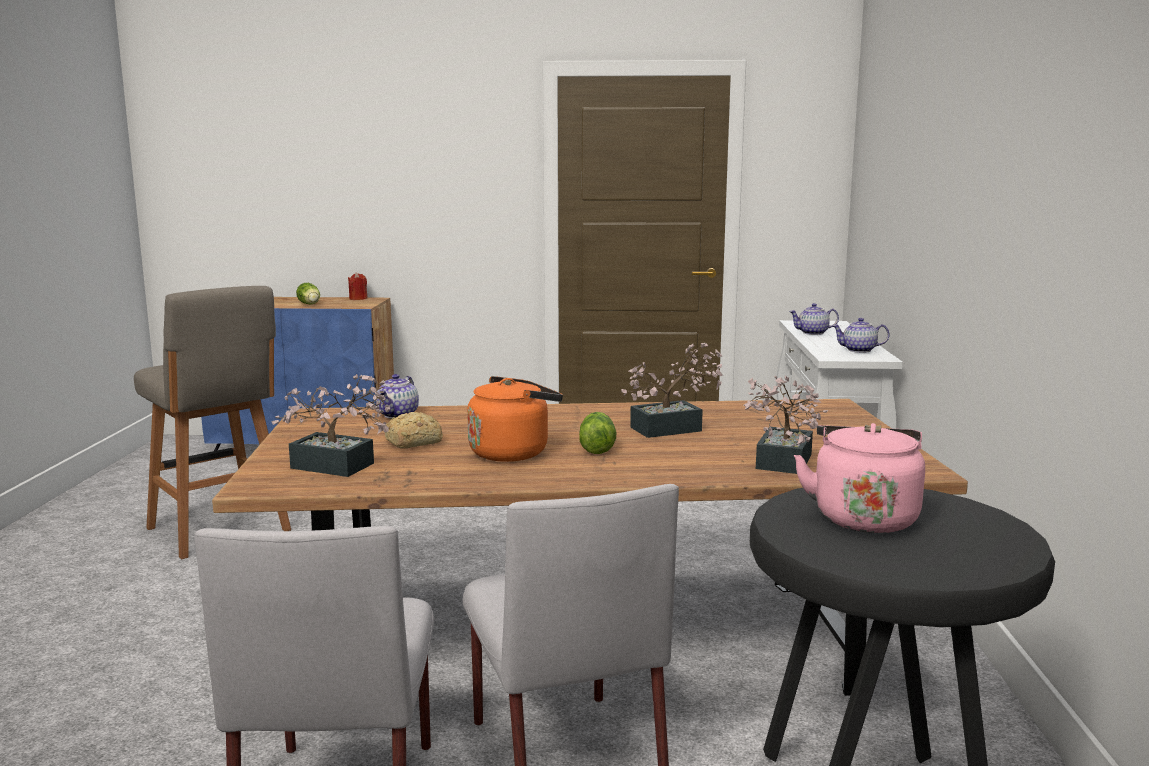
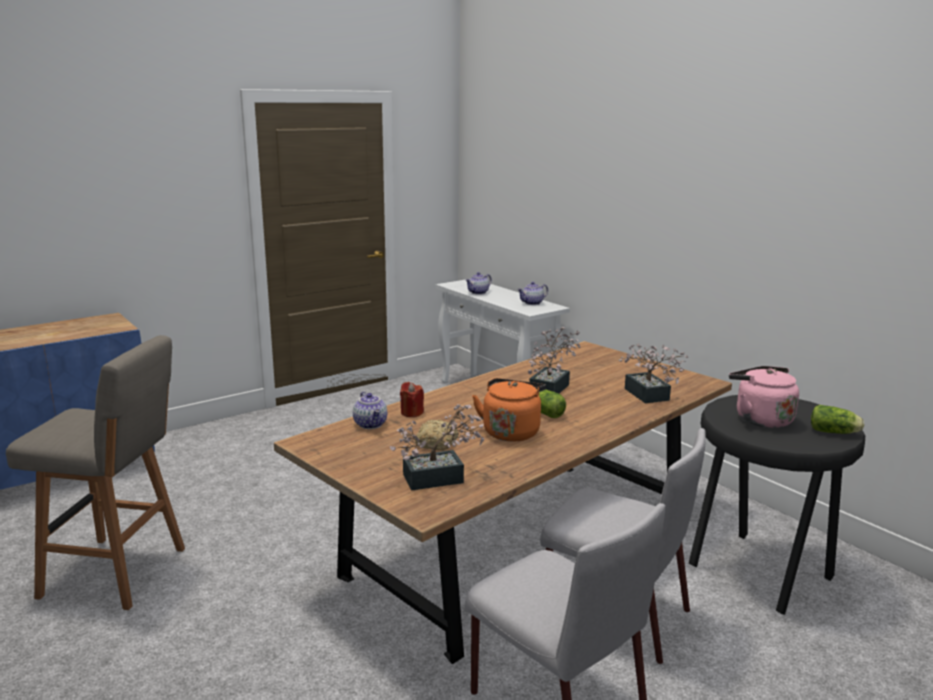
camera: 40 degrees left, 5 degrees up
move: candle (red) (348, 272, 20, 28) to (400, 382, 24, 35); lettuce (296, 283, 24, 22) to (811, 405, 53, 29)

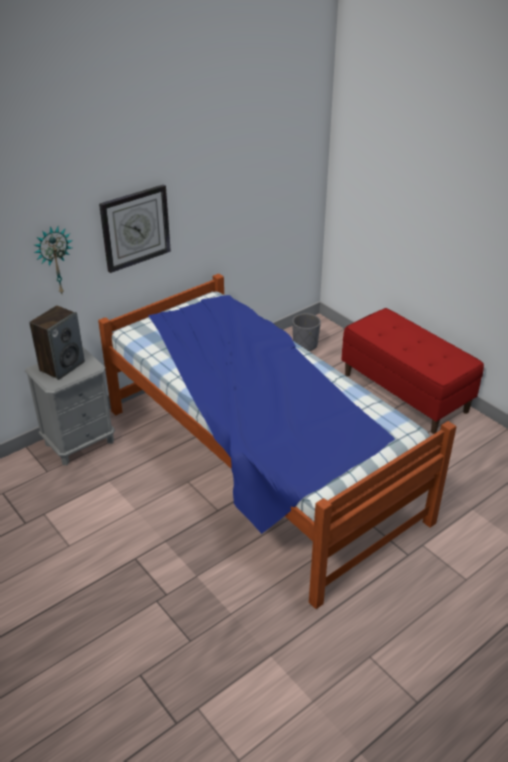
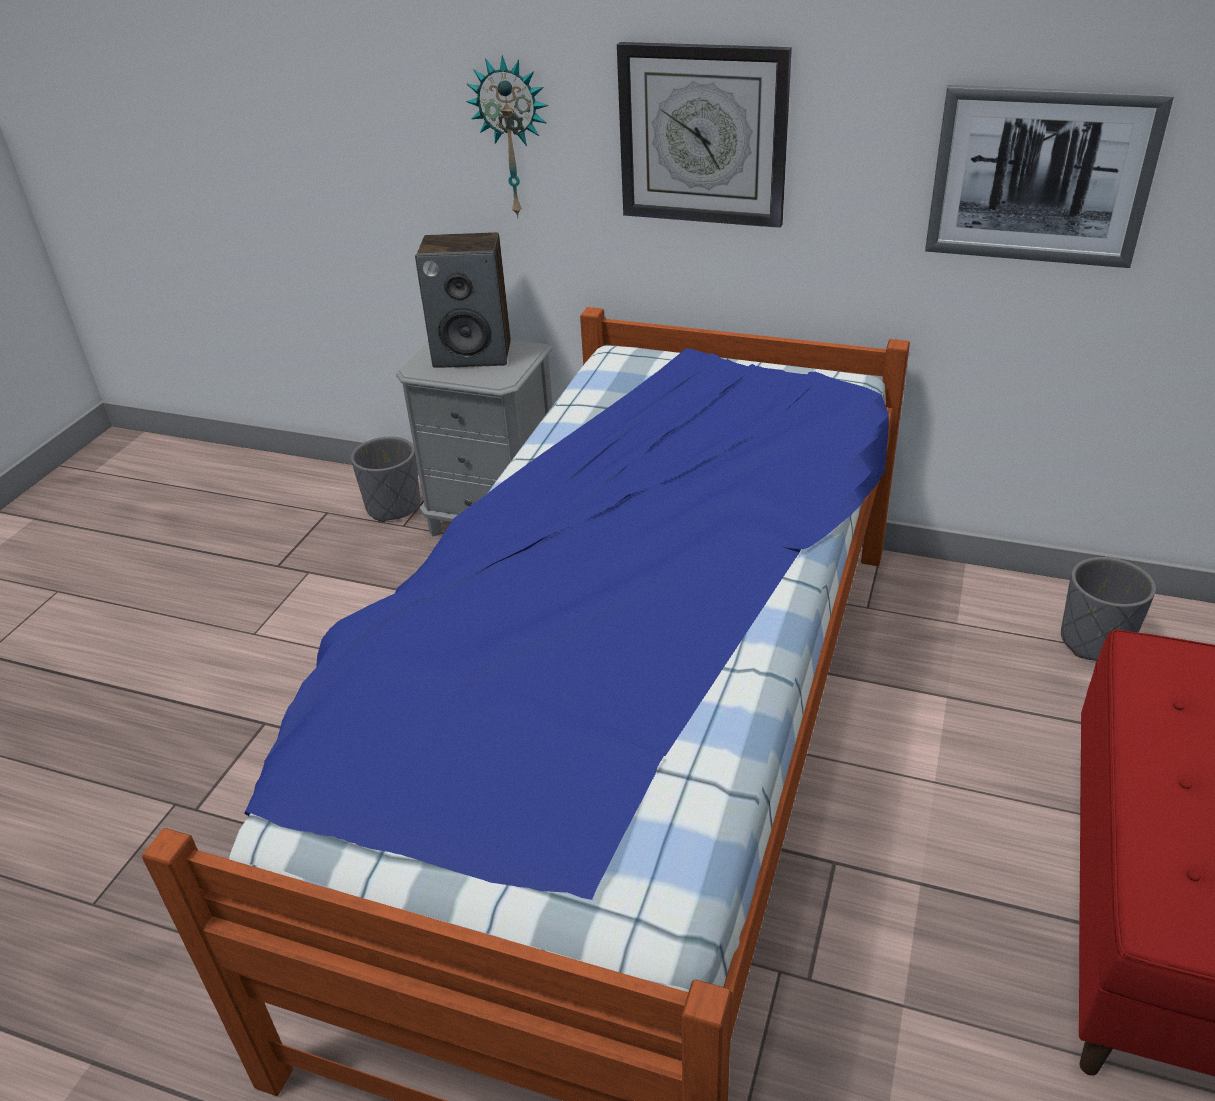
camera: 60 degrees right, 0 degrees up
insert: picture (925, 85, 249, 183); planter (grey) (351, 437, 69, 85)

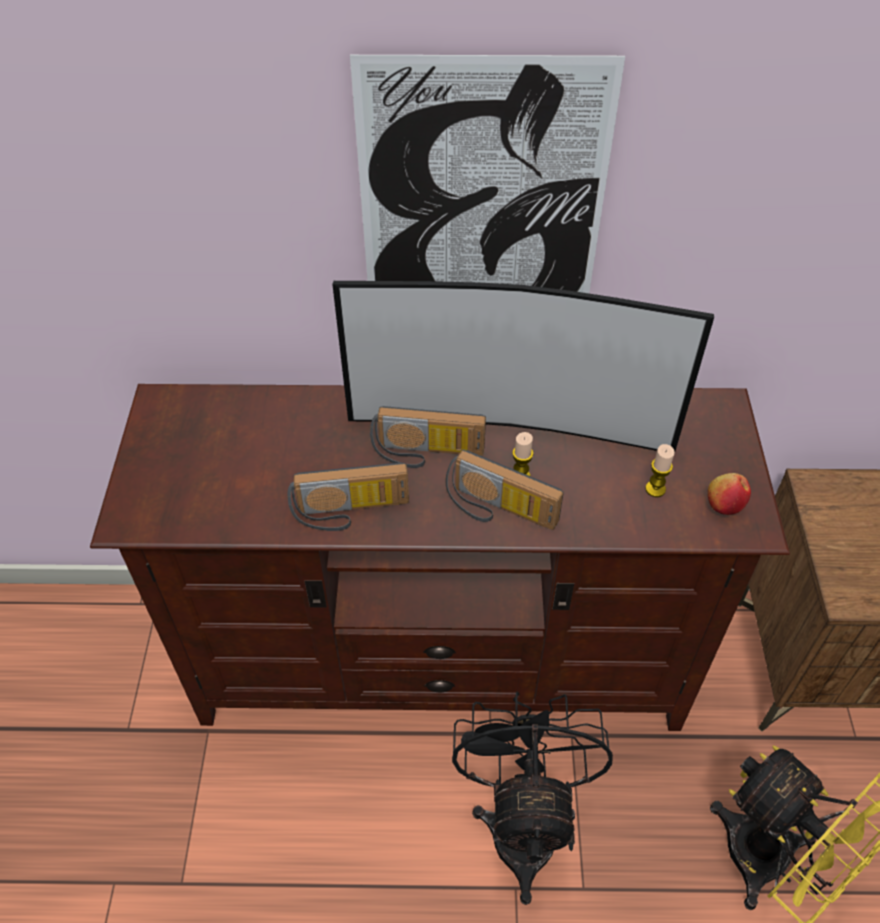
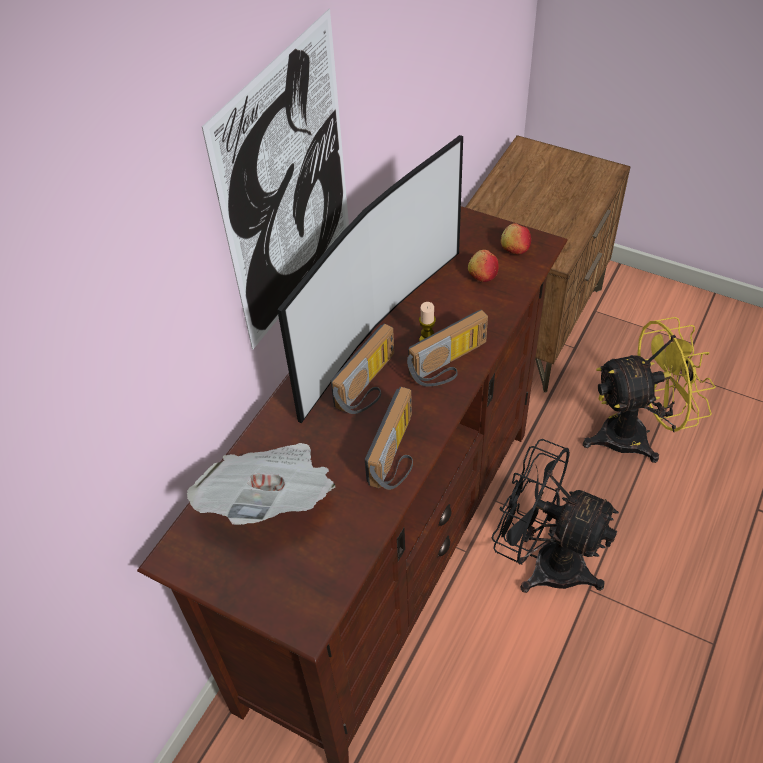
camera: 60 degrees left, 0 degrees up
insert: newspaper (187, 443, 148, 82)
replace: candle (645, 444, 30, 53) to apple (468, 250, 31, 32)

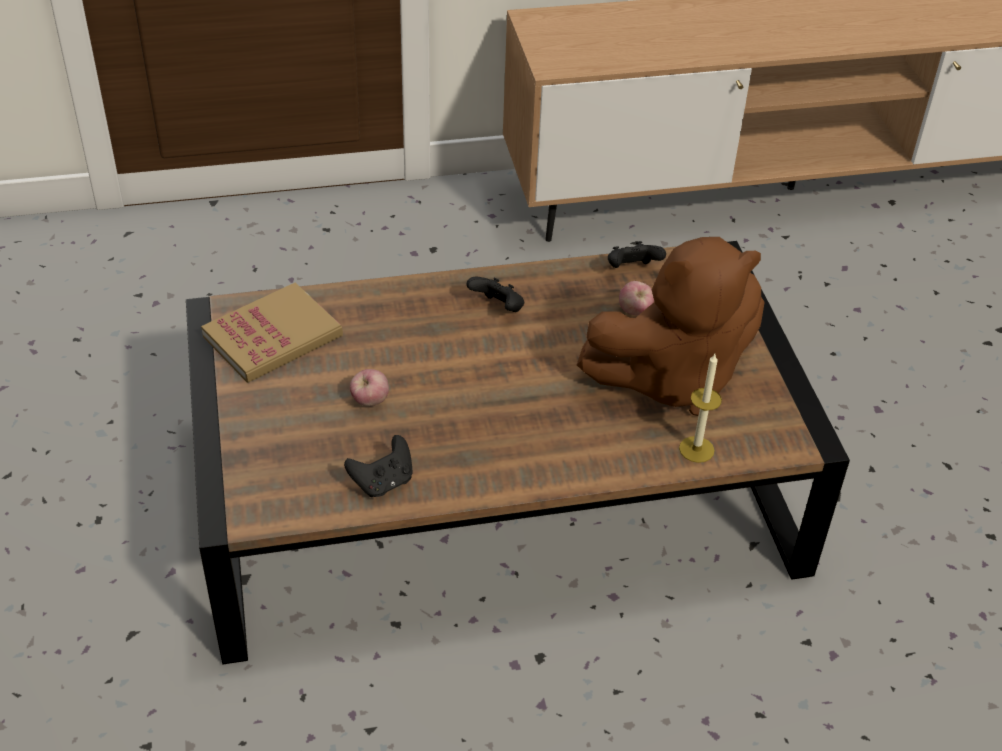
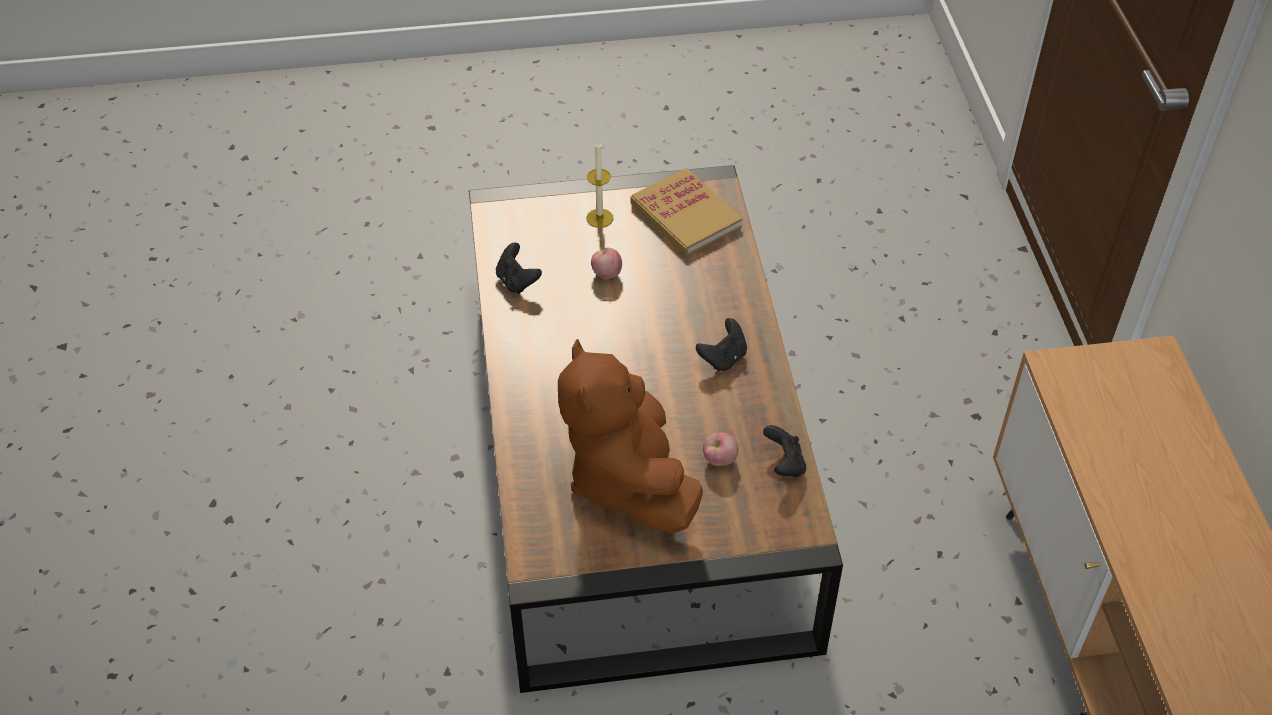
camera: 95 degrees right, 5 degrees up
move: candle (679, 354, 43, 109) to (586, 141, 28, 87)

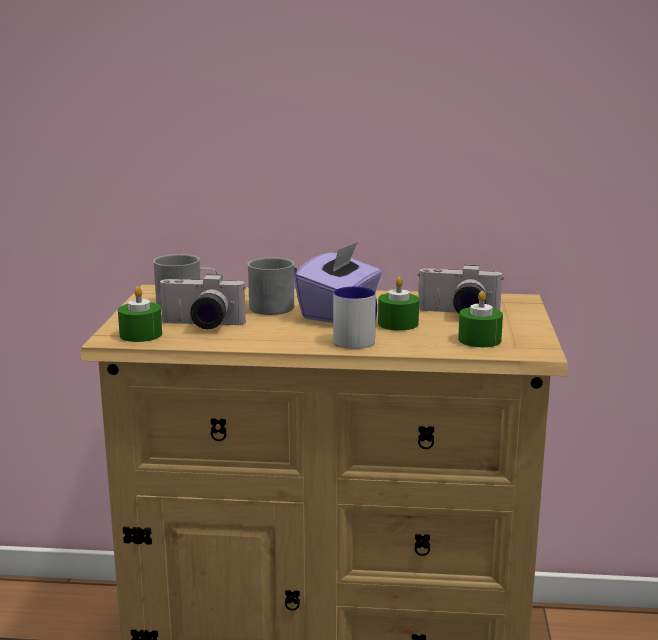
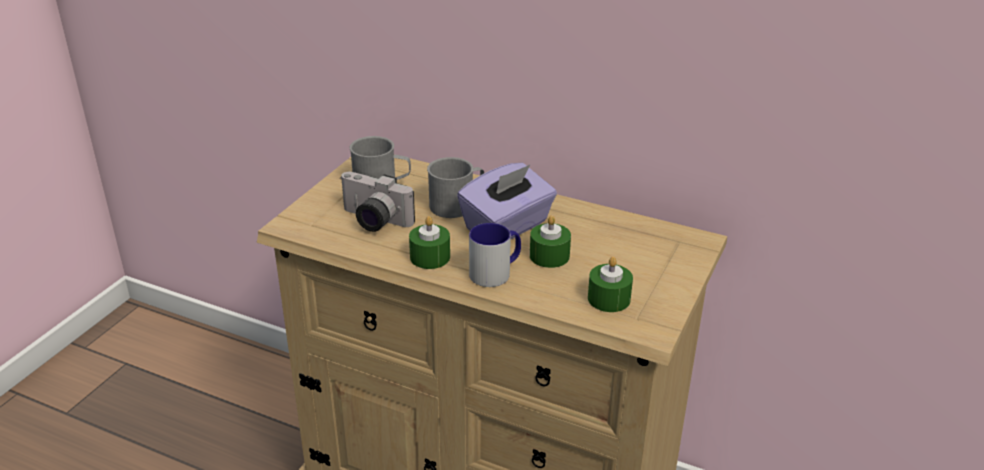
camera: 20 degrees right, 15 degrees up
delete: photo camera (418, 265, 86, 48)
move: candle (green) (118, 286, 44, 56) to (409, 216, 41, 53)

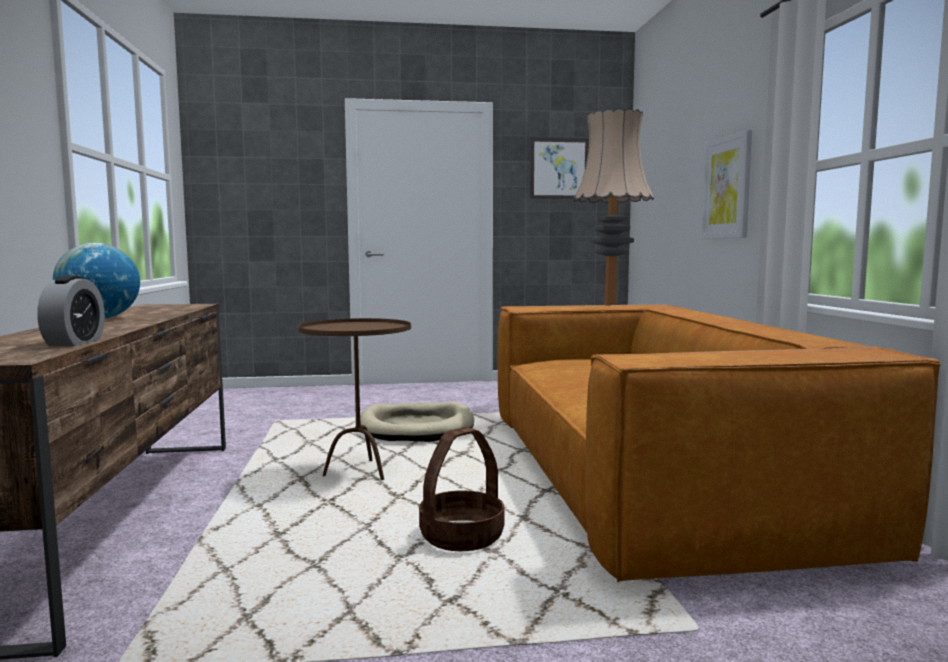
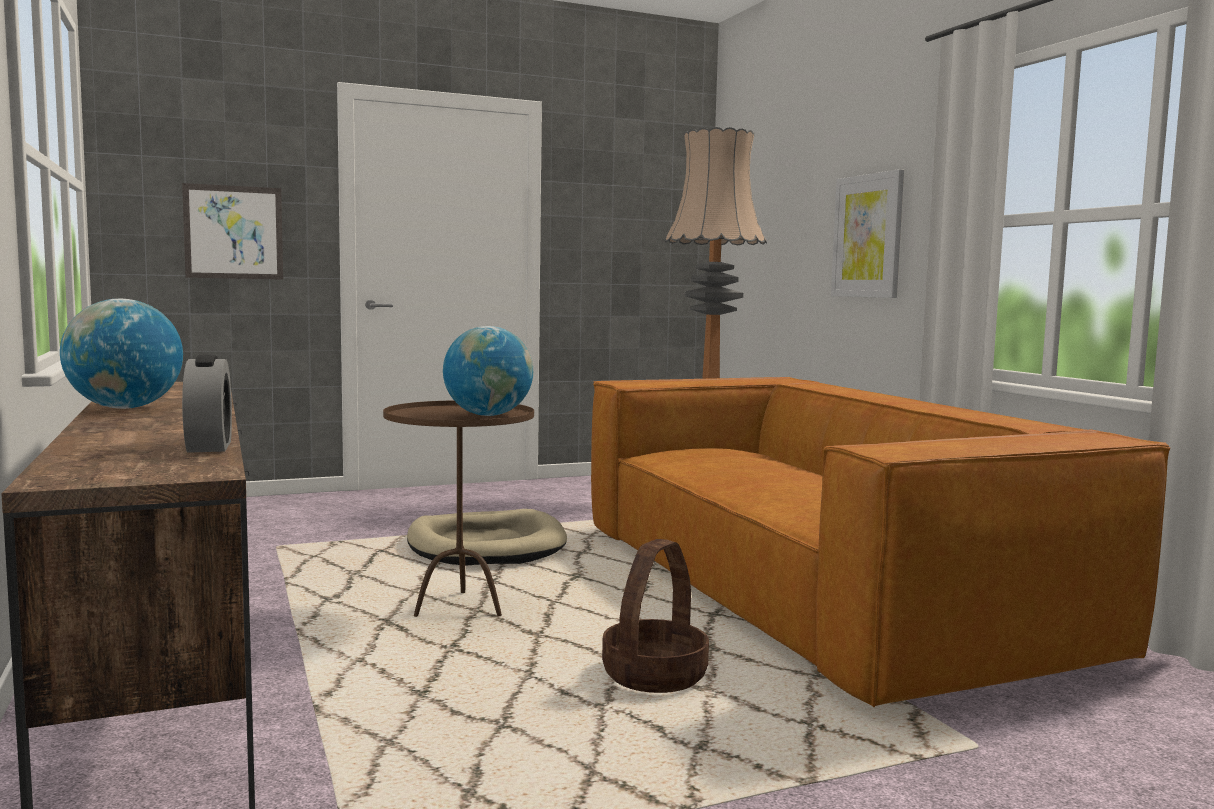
camera: 15 degrees left, 0 degrees up
insert: globe (443, 326, 90, 90)
move: picture (530, 137, 59, 62) to (182, 183, 101, 97)

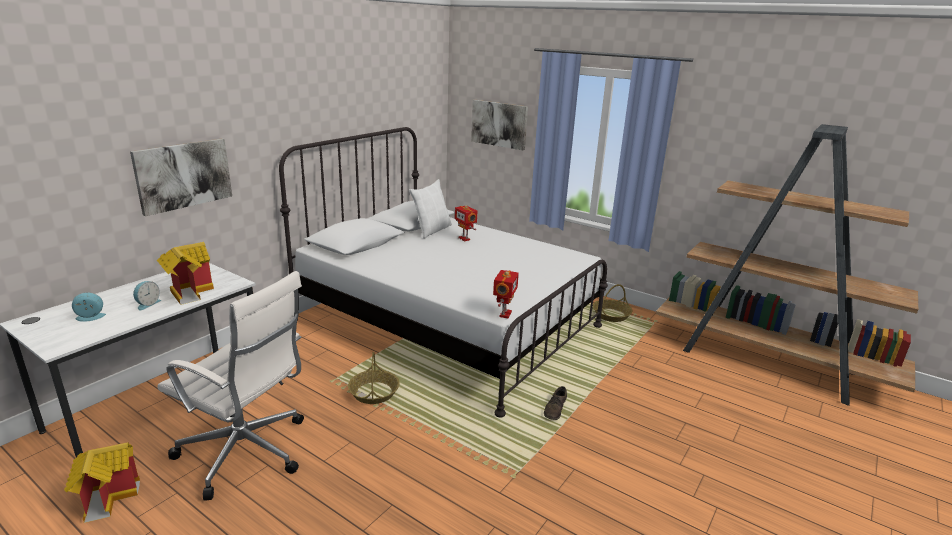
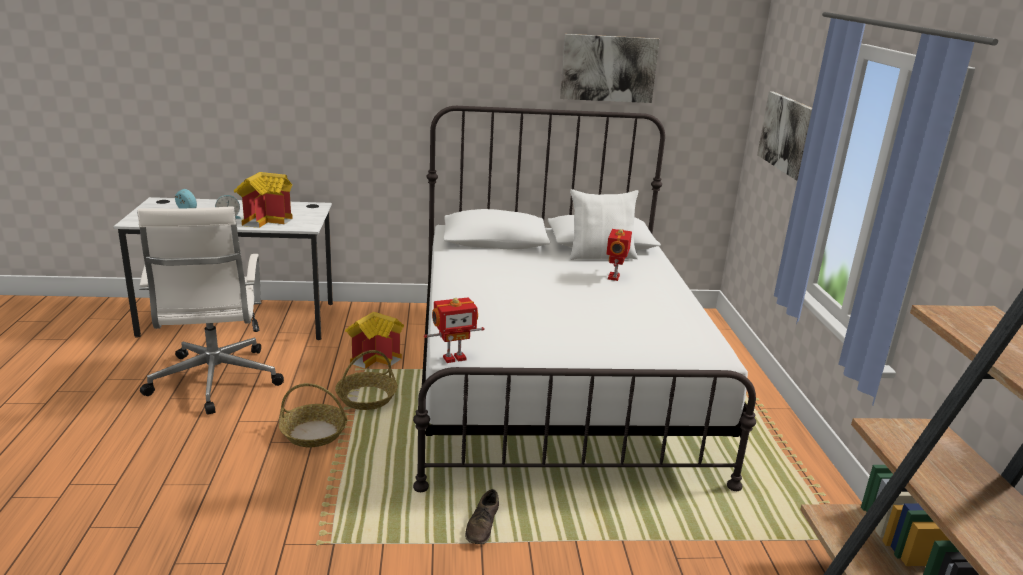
camera: 50 degrees right, 0 degrees up
move: picture (130, 138, 102, 78) to (560, 34, 100, 69); basket (593, 284, 39, 38) to (279, 383, 68, 64); toy house (64, 442, 76, 81) to (345, 312, 59, 57)
rotate: shoe (brown) (544, 386, 23, 34) = (465, 489, 34, 55) 60 degrees counterclockwise

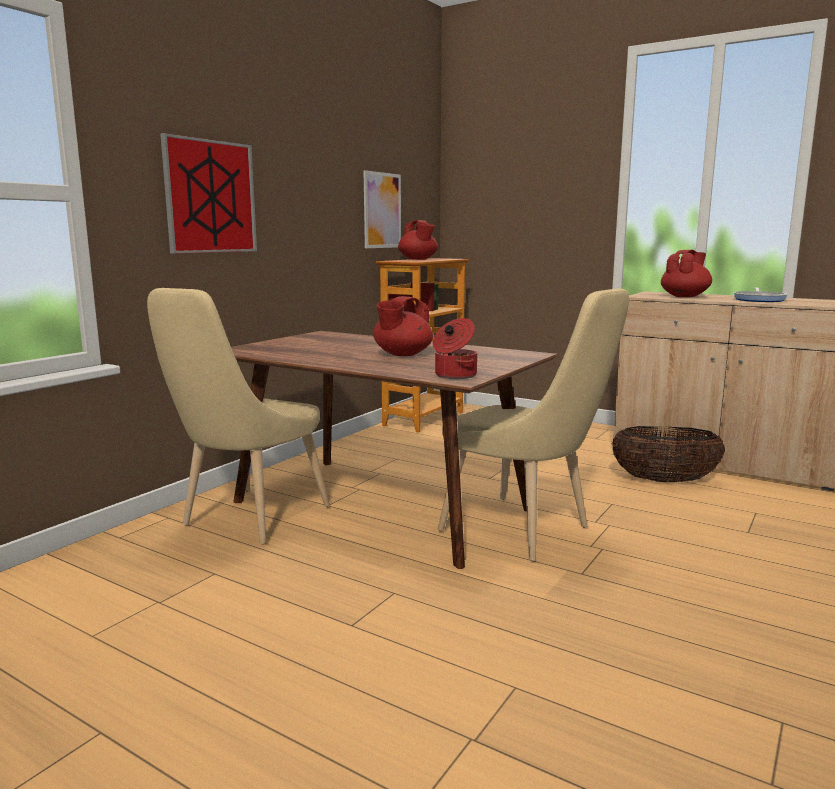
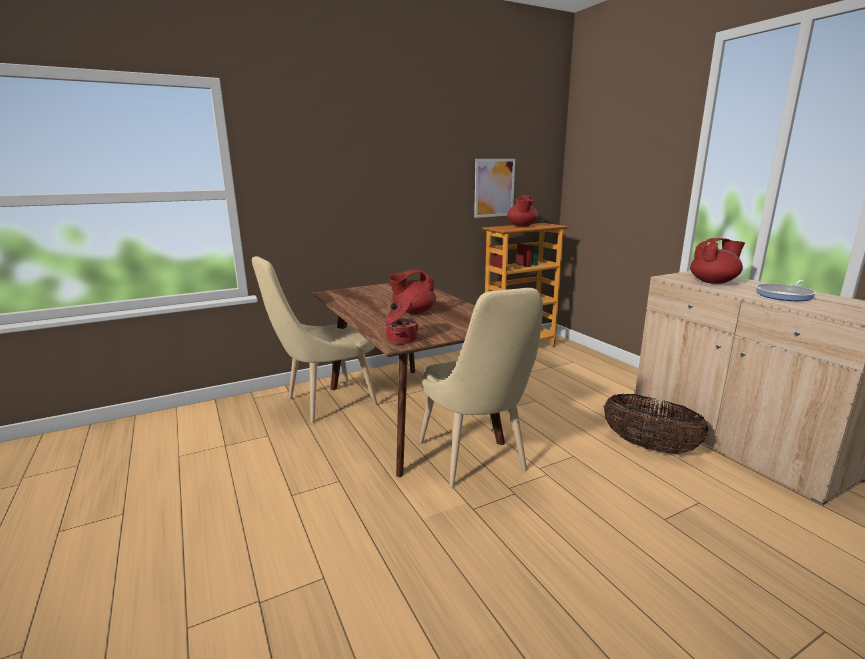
camera: 30 degrees right, 5 degrees up
delete: picture (160, 133, 97, 121)

